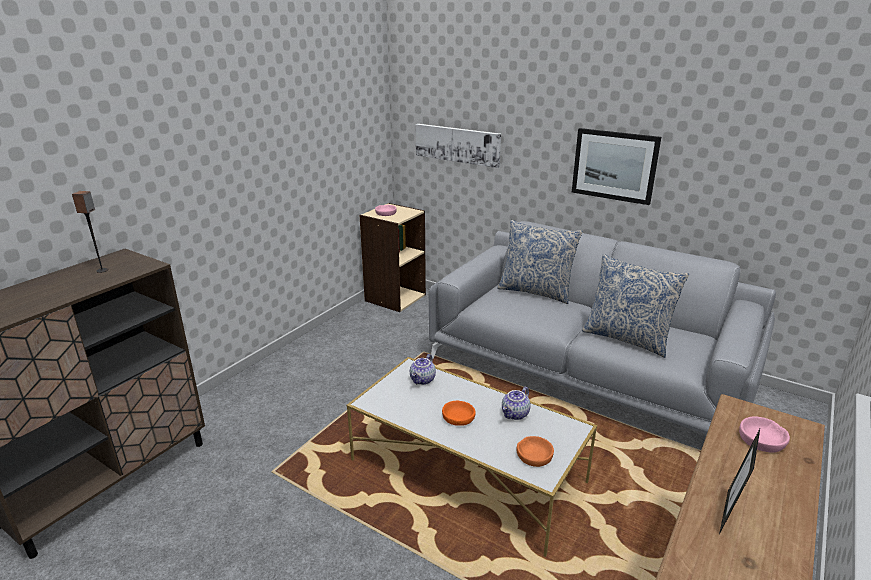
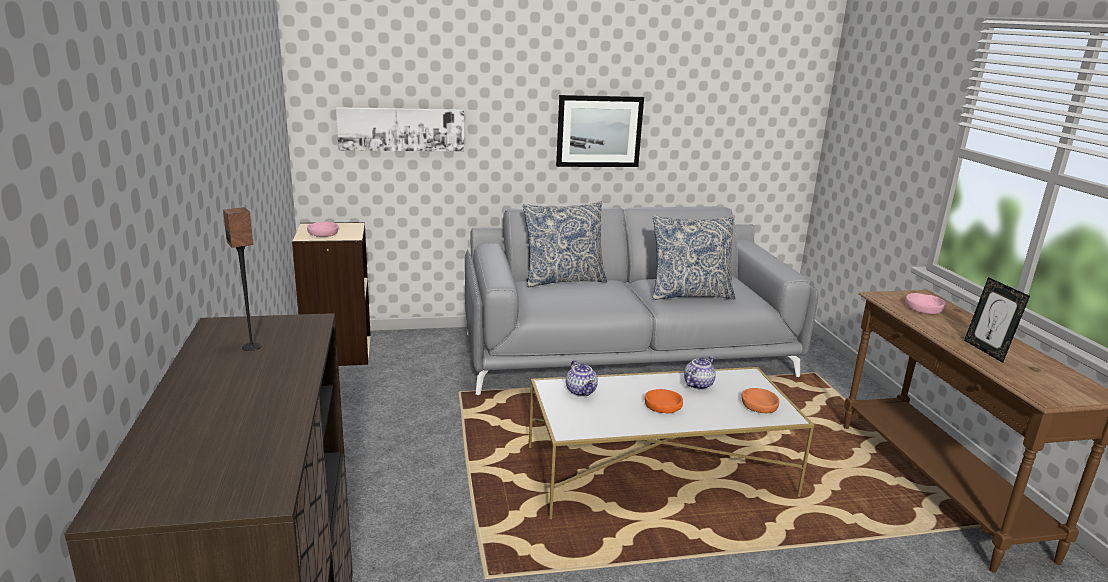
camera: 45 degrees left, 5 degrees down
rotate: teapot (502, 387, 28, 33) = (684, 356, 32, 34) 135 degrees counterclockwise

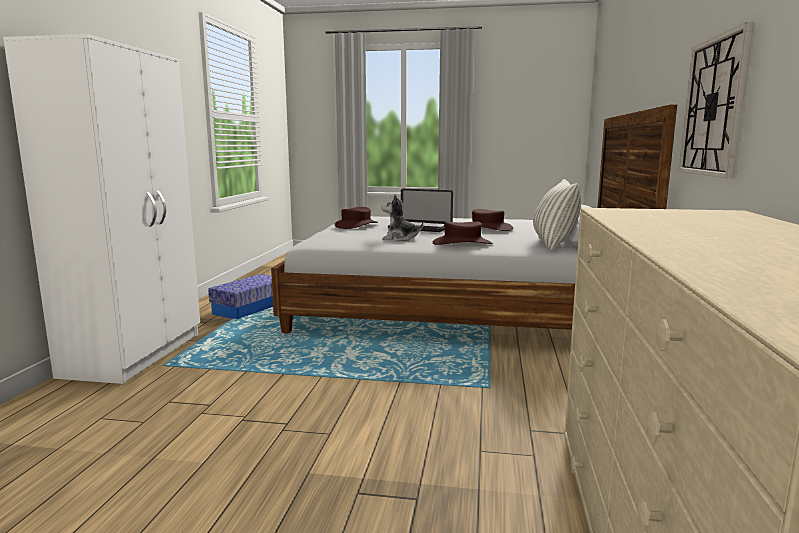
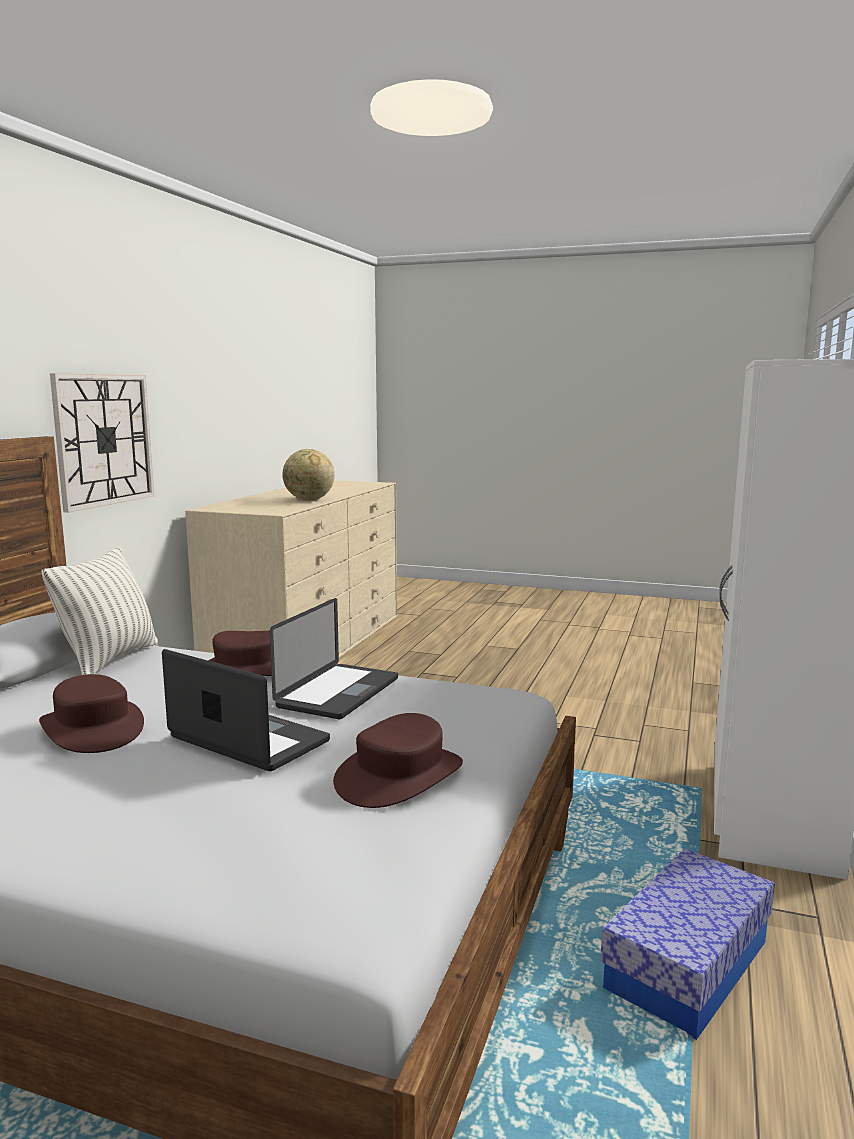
camera: 170 degrees left, 0 degrees up
insert: globe (282, 449, 53, 51)
replace: plush toy (381, 194, 42, 47) to laptop (270, 598, 128, 121)

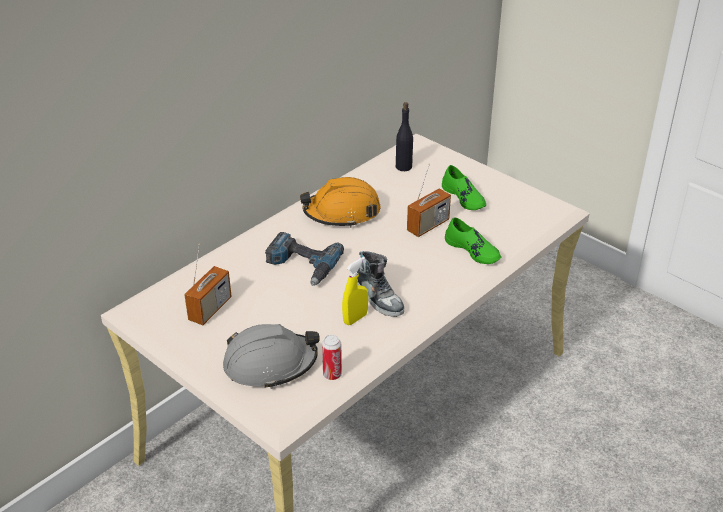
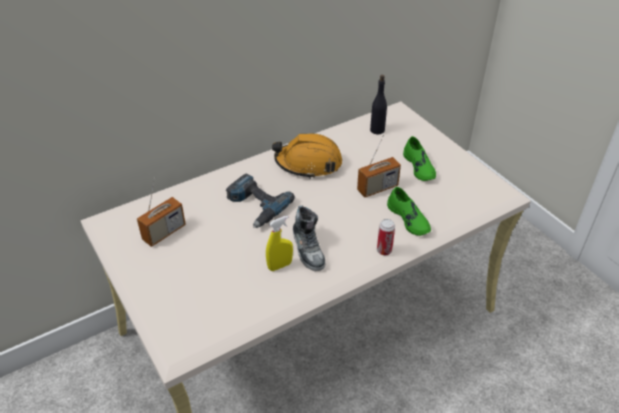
camera: 15 degrees right, 5 degrees up
delete: hard hat (grey) (223, 324, 97, 65)
move: can (322, 335, 20, 45) to (377, 219, 18, 36)

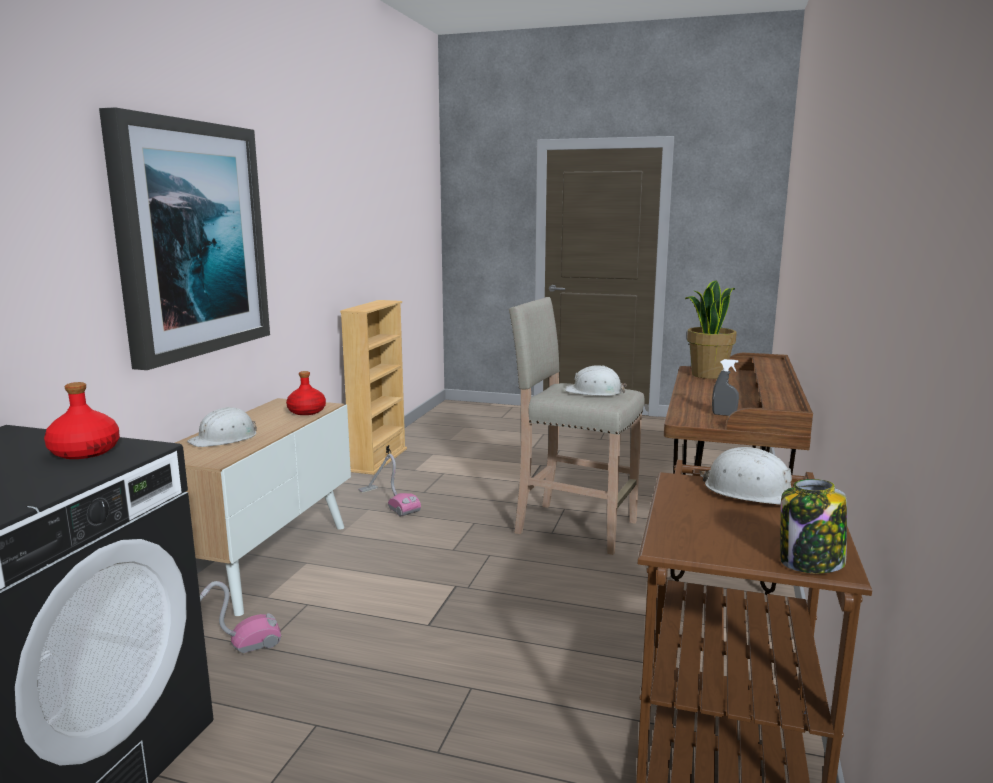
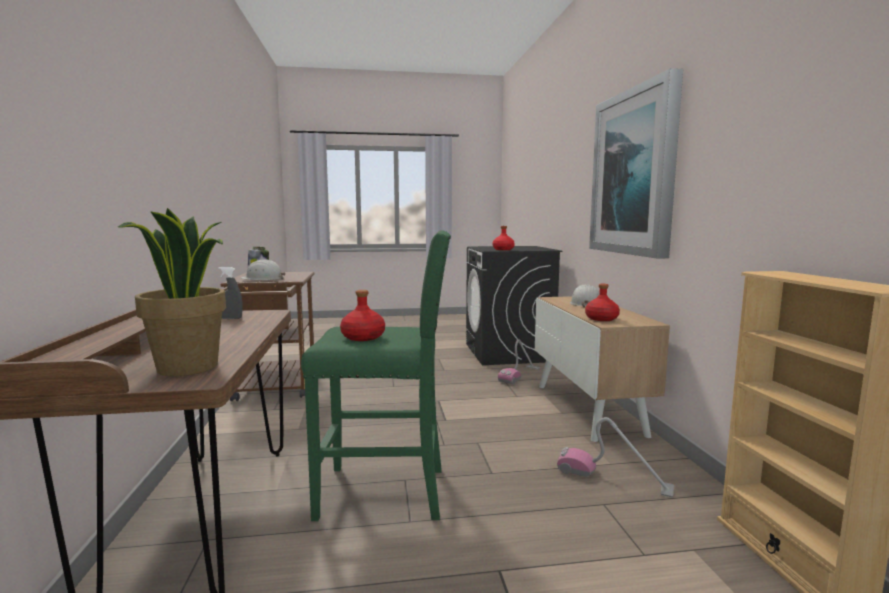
camera: 155 degrees right, 5 degrees down
replace: hard hat (white) (565, 365, 62, 31) to bottle (red) (340, 290, 45, 51)
recolor: stool (beige) (509, 297, 136, 258) to stool (green) (301, 230, 150, 291)

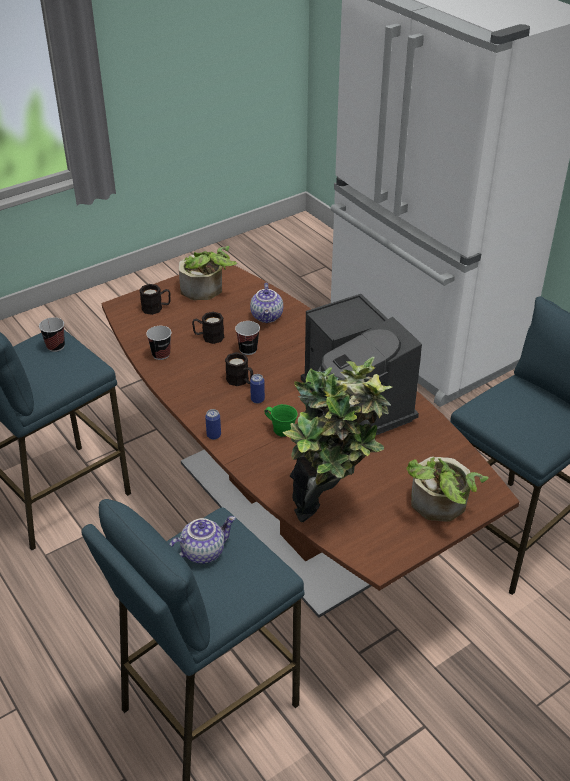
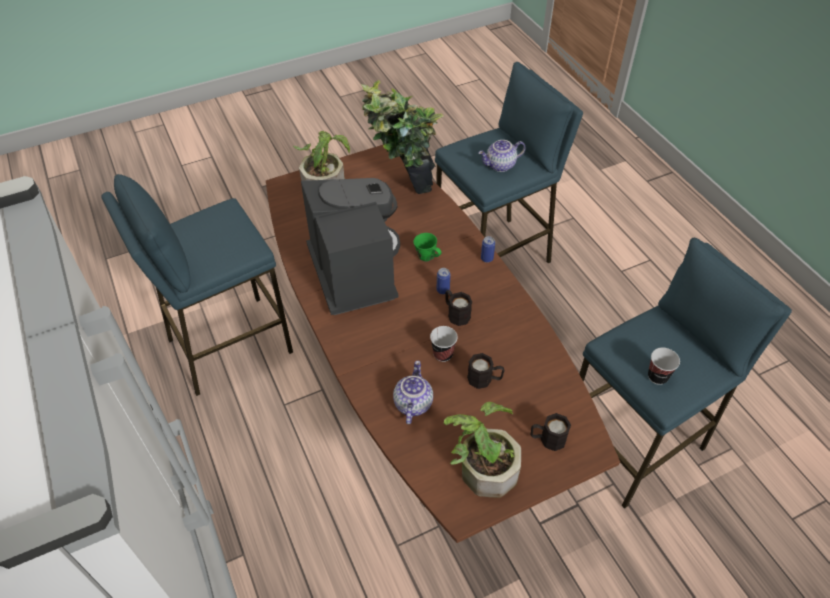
camera: 170 degrees left, 10 degrees up
delete: cup (146, 326, 25, 34)

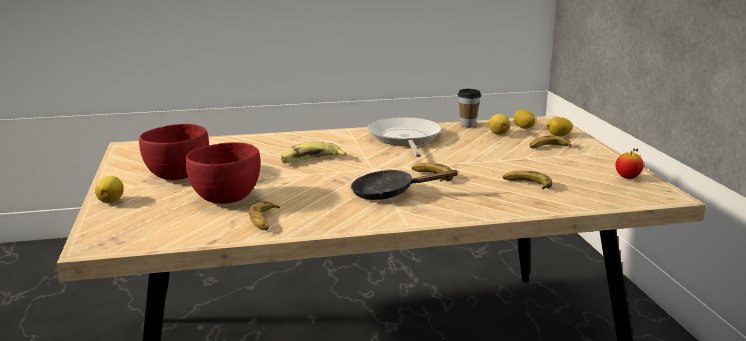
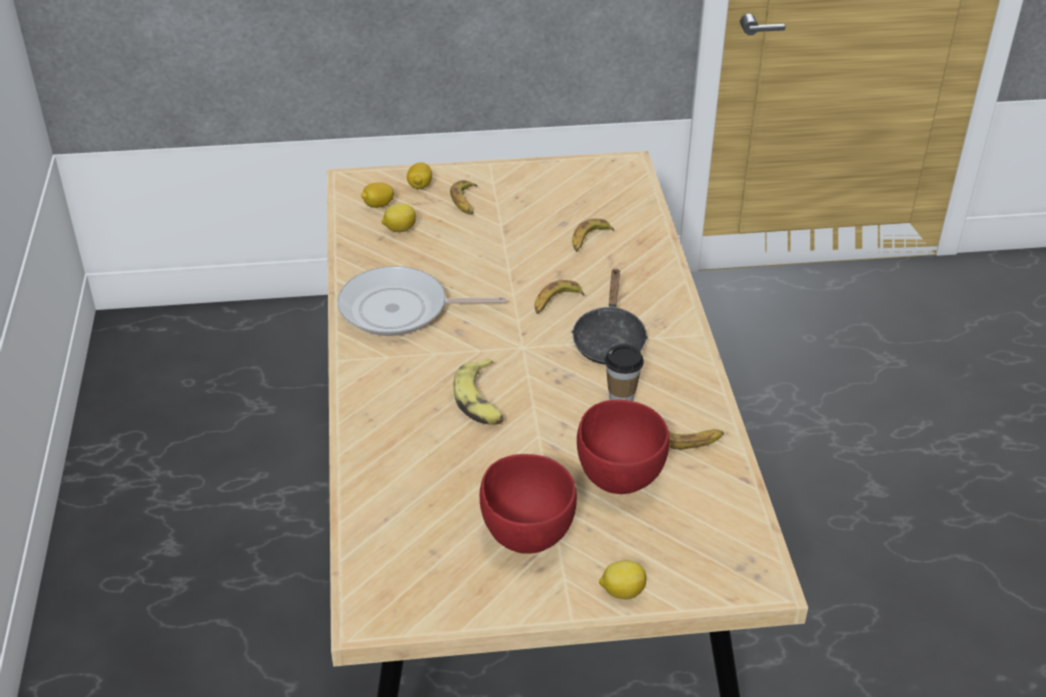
camera: 85 degrees left, 20 degrees up
delete: apple (616, 148, 28, 31)
move: cup (458, 89, 23, 38) to (605, 344, 39, 57)

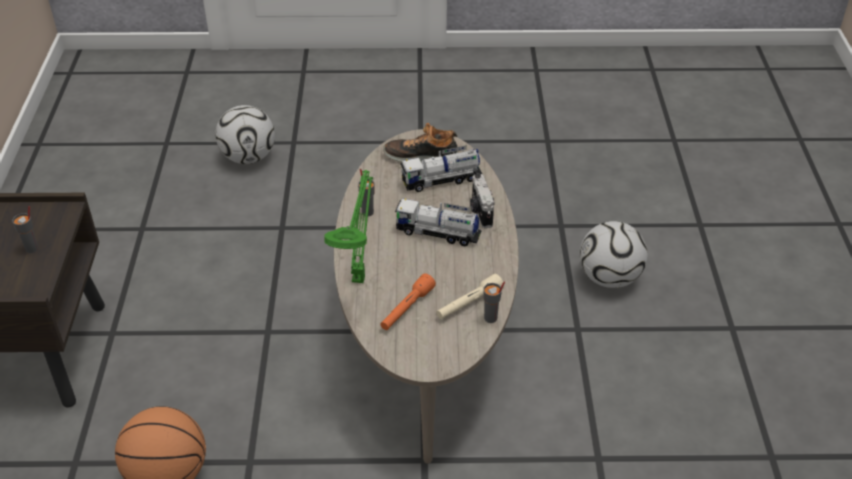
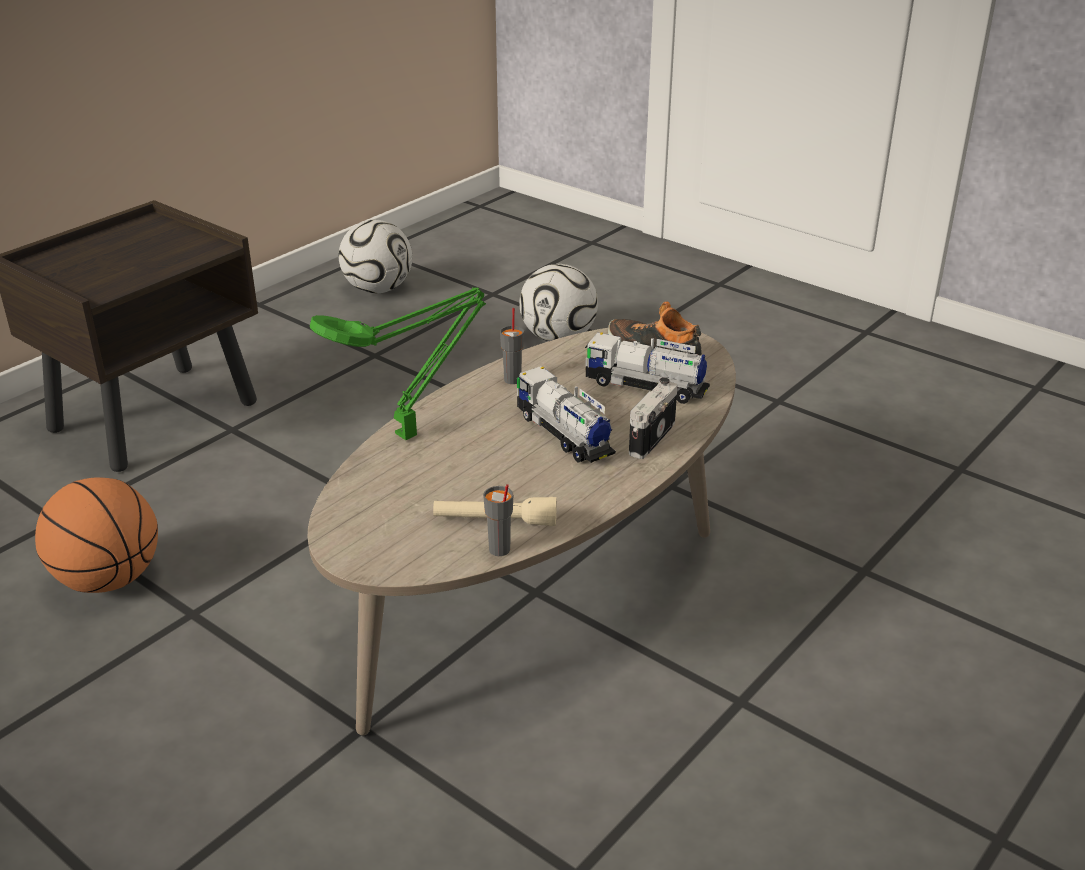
camera: 40 degrees right, 10 degrees down
delete: cup (grey) (12, 206, 26, 47); flashlight (orange) (380, 273, 56, 57)
move: football (580, 221, 68, 67) to (338, 220, 74, 74)

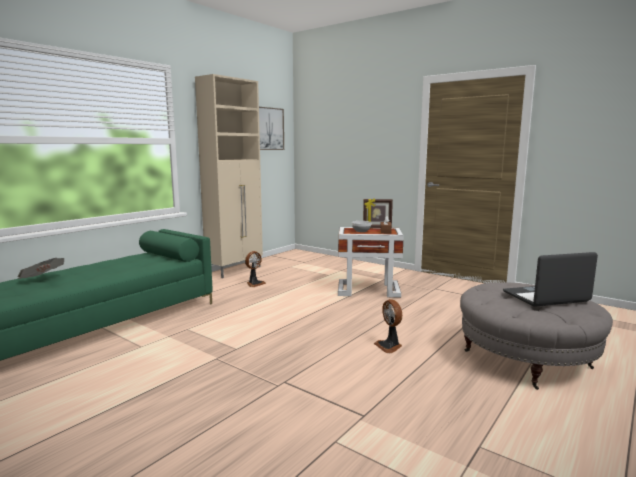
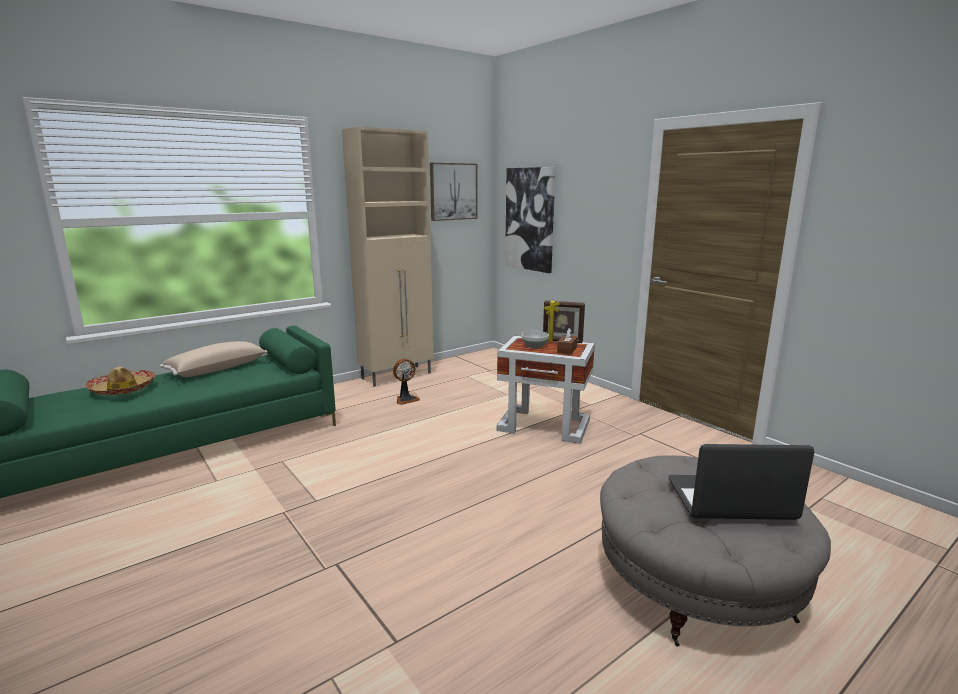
camera: 15 degrees right, 5 degrees up
delete: fan (374, 299, 28, 54)
insert: picture (505, 167, 51, 106); pillow (beige) (160, 341, 108, 36)
replace: newspaper (18, 258, 46, 21) to hat (85, 367, 71, 28)

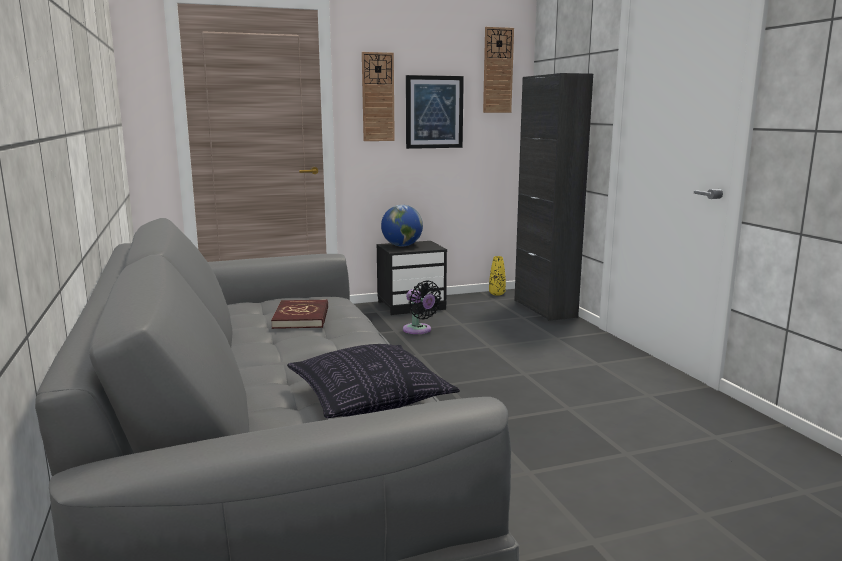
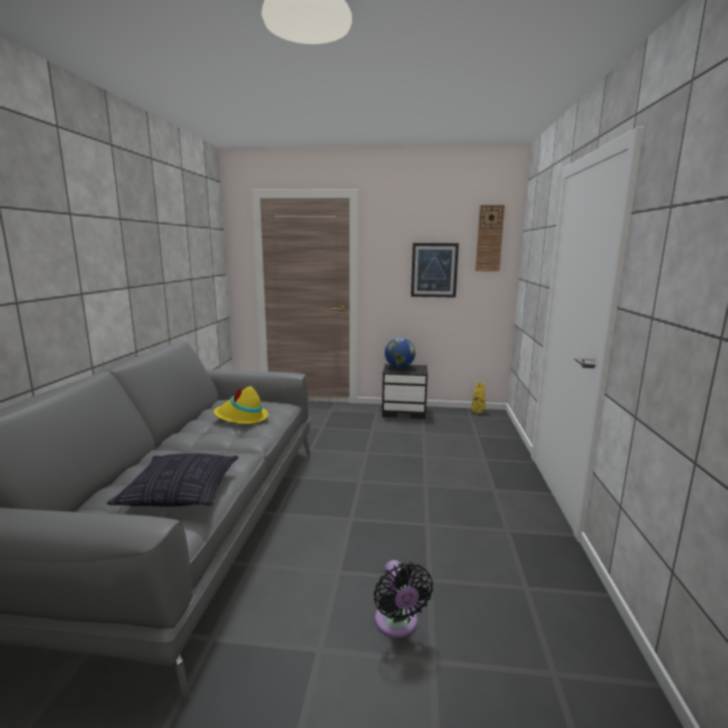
camera: 25 degrees right, 0 degrees up
delete: wall clock (362, 52, 33, 89); cabinet (black) (514, 73, 79, 248)
move: fan (black) (403, 280, 39, 54) to (374, 560, 59, 78)
replace: book (red) (271, 299, 57, 30) to hat (yellow) (214, 386, 55, 38)

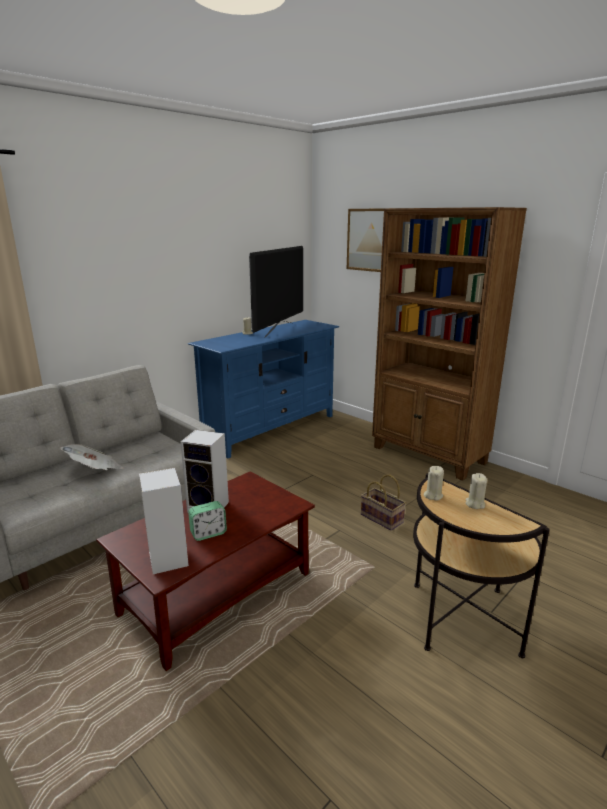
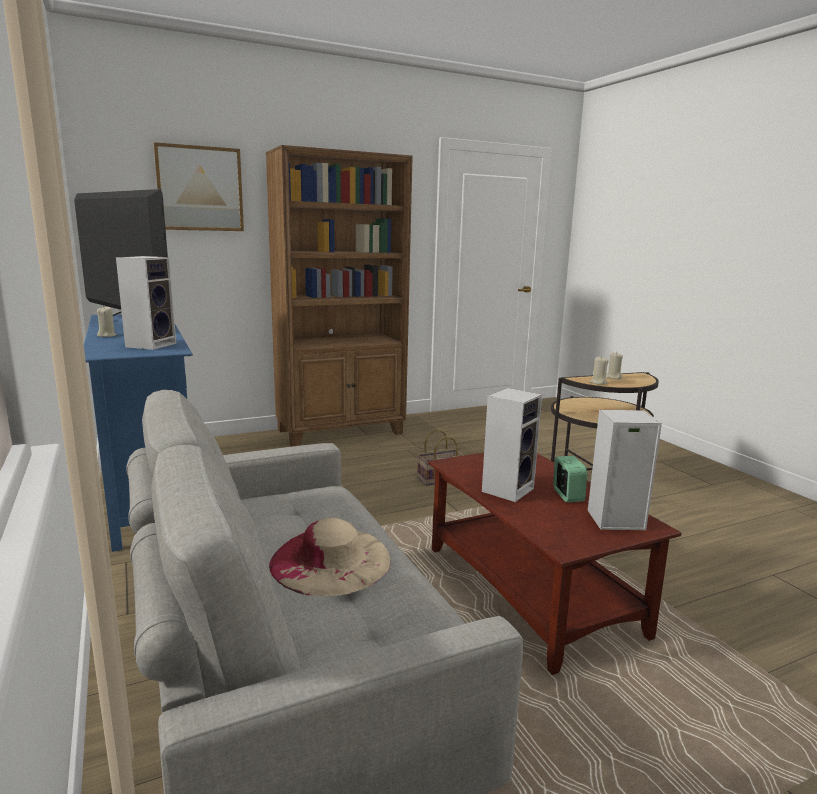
camera: 70 degrees left, 5 degrees down
insert: speaker (116, 256, 60, 94)
replace: newspaper (60, 444, 63, 26) to hat (beige) (269, 518, 122, 78)

